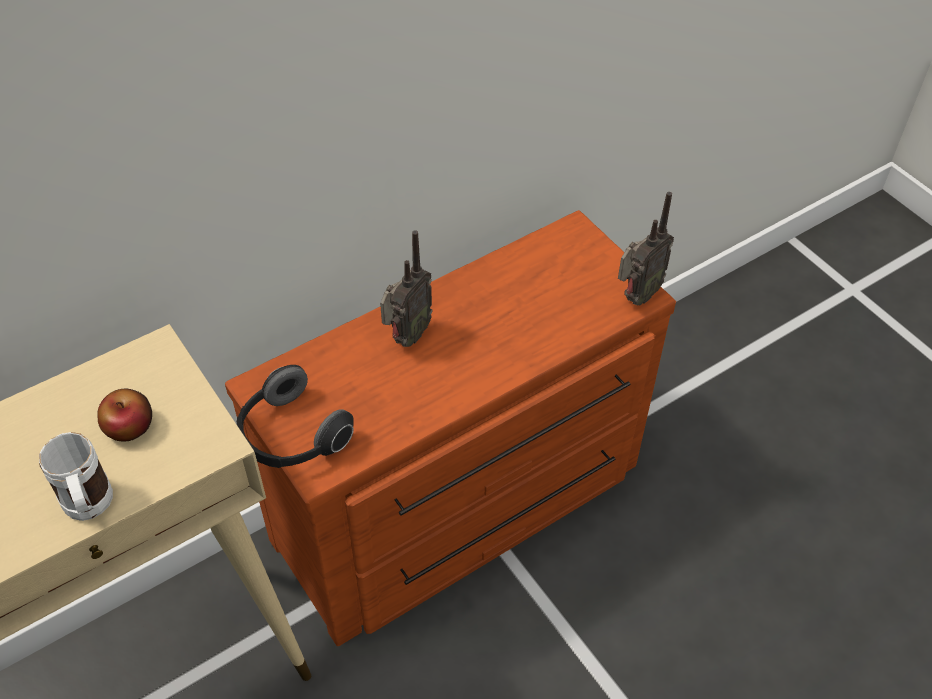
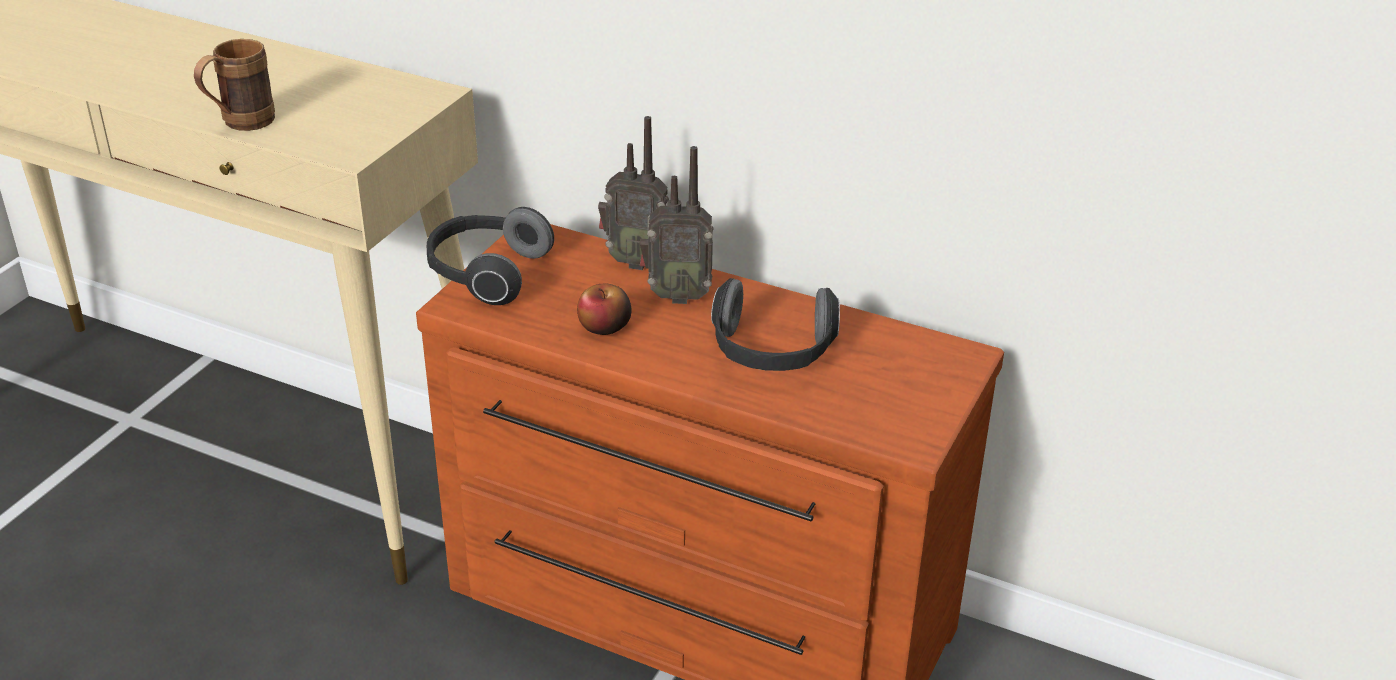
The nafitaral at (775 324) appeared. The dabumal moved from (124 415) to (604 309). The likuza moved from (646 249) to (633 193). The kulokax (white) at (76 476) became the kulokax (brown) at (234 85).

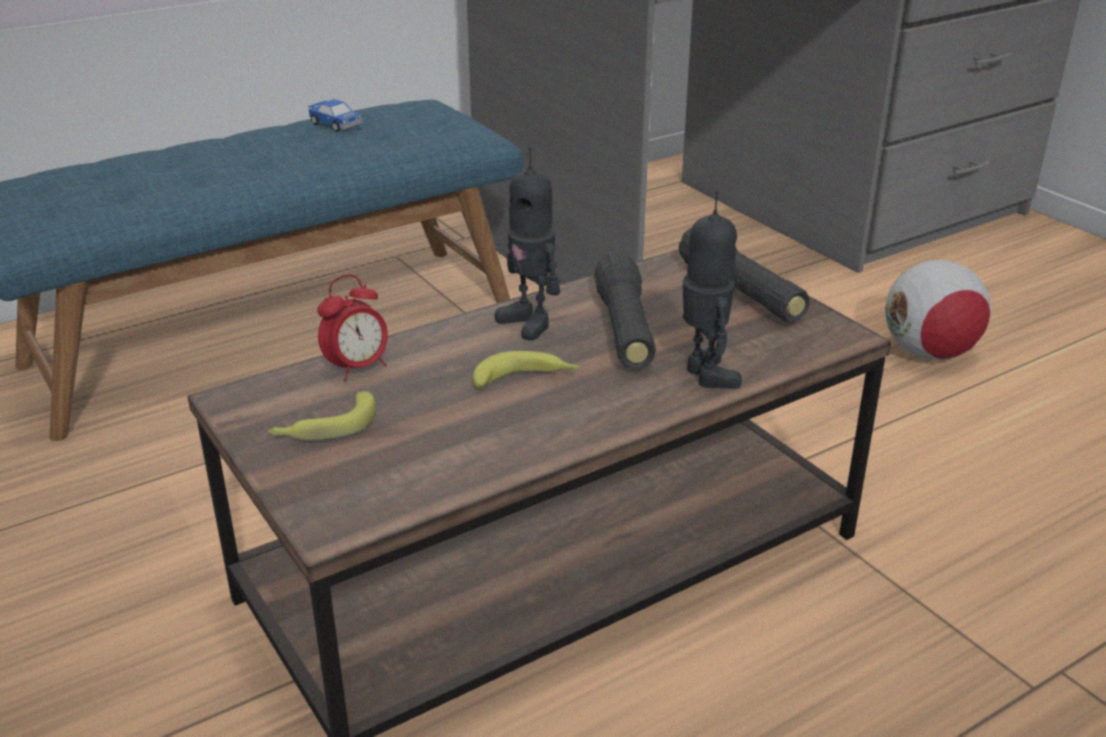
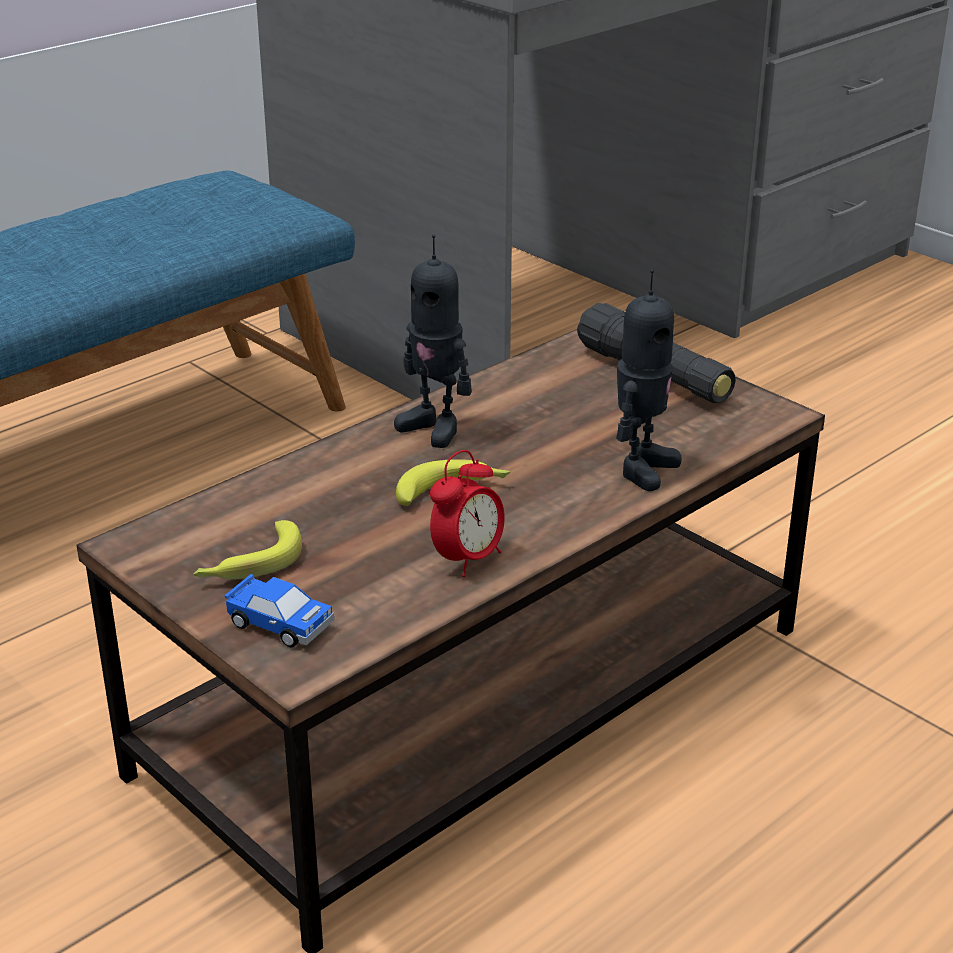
The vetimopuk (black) at (625 311) disappeared. The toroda at (938 310) disappeared. The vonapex moved from (335 115) to (279 611). The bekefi moved from (352 328) to (467 513). The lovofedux at (712 289) turned 60 degrees clockwise.

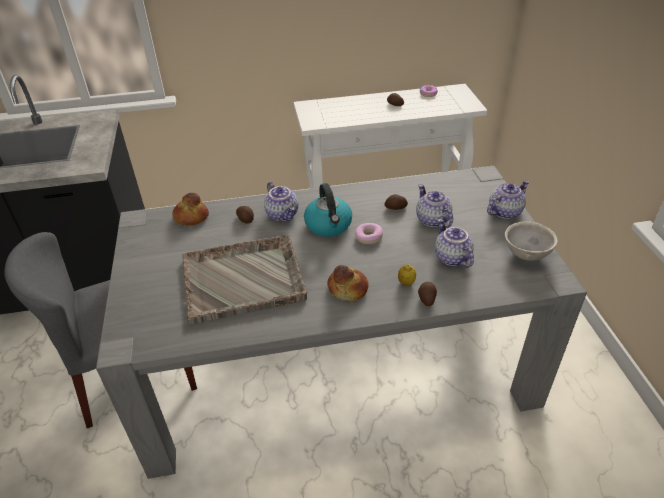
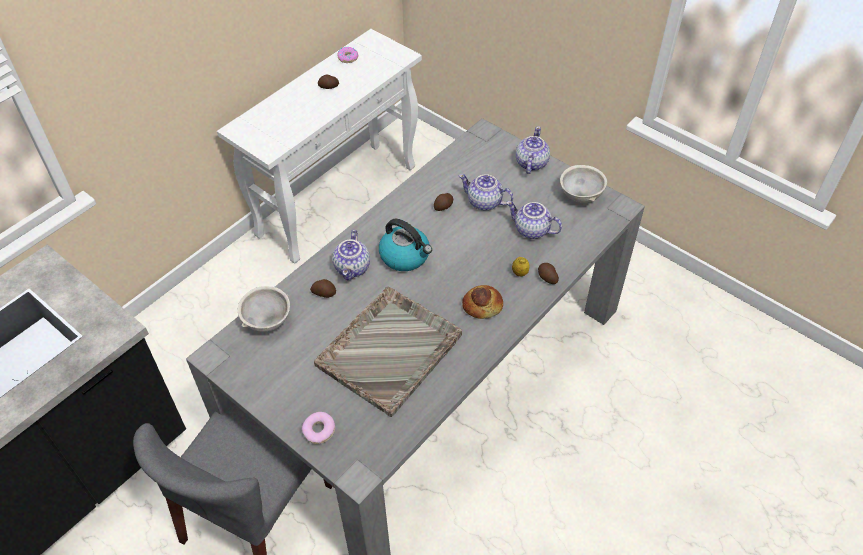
The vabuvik moved from (369 233) to (318 428). The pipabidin at (190 209) was replaced by the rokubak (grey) at (264 309). The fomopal at (281 201) turned 75 degrees clockwise.

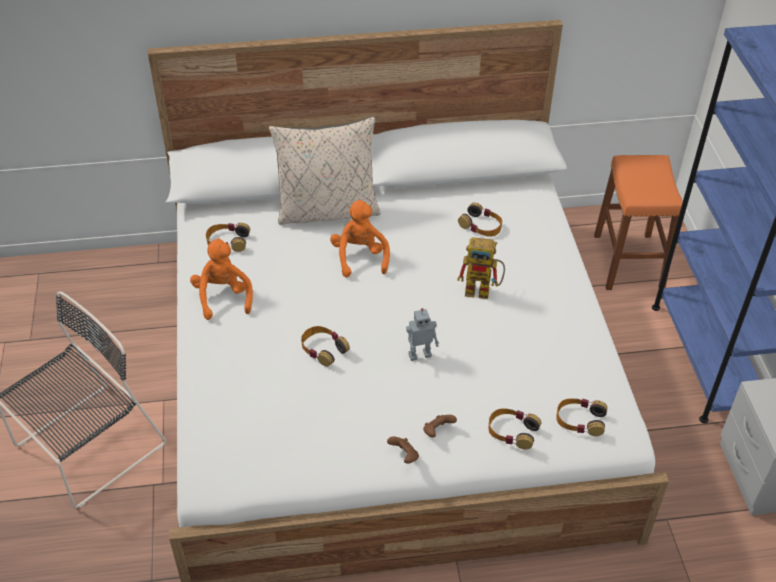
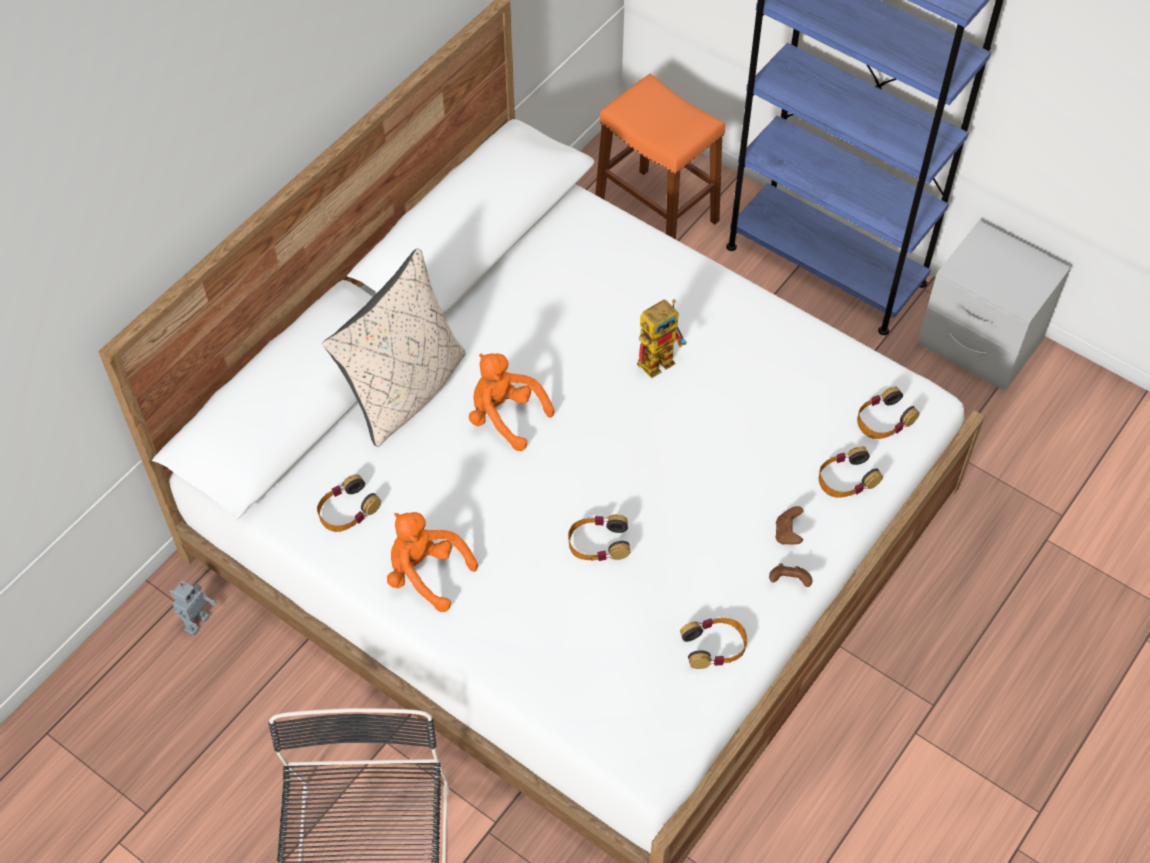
The lovofedux moved from (422 334) to (193 608). The nafitaral moved from (480 220) to (713 643).

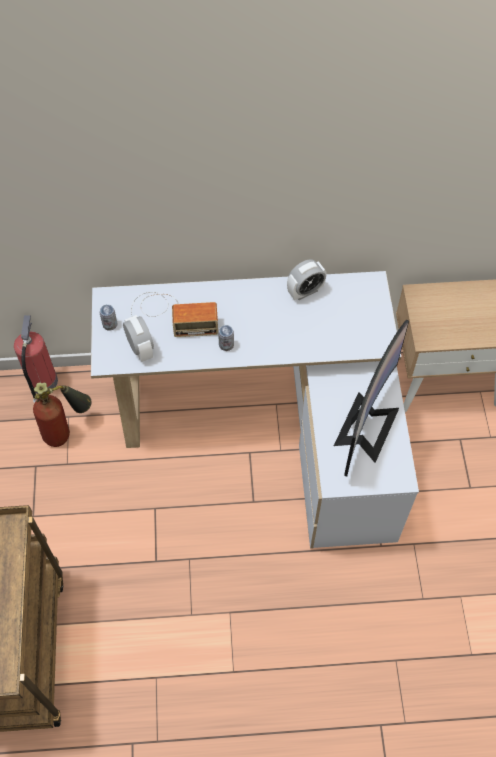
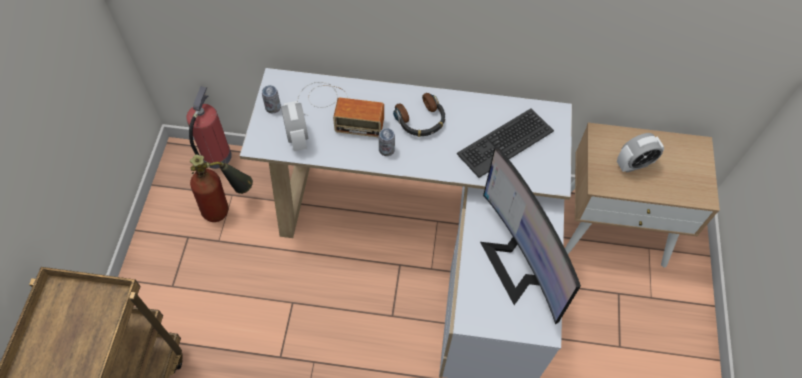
The nafitaral at (419 115) appeared. The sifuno at (505 143) appeared. The bekefi moved from (307 279) to (640 153). The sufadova at (371 398) turned 120 degrees clockwise.

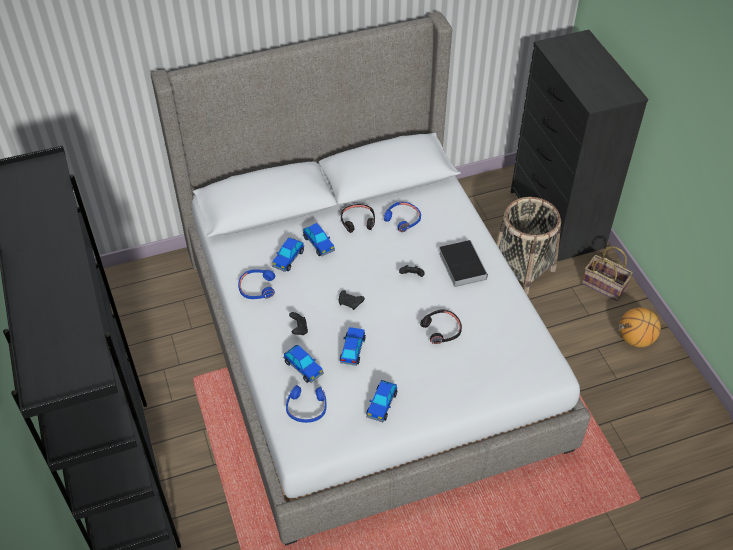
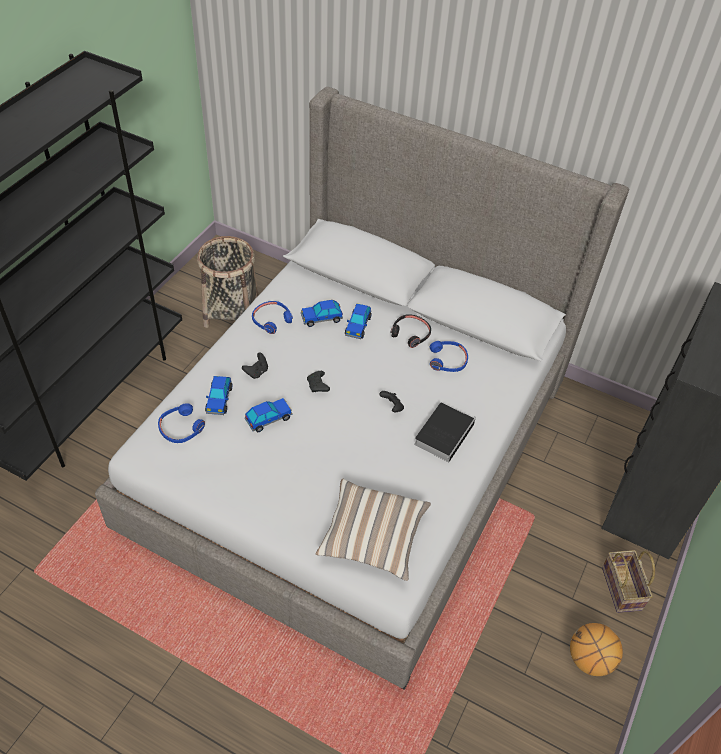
The vonapex at (381 401) disappeared. The nafitaral (black) at (441 326) disappeared. The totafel at (373 530) appeared. The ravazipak moved from (528 245) to (227 282).

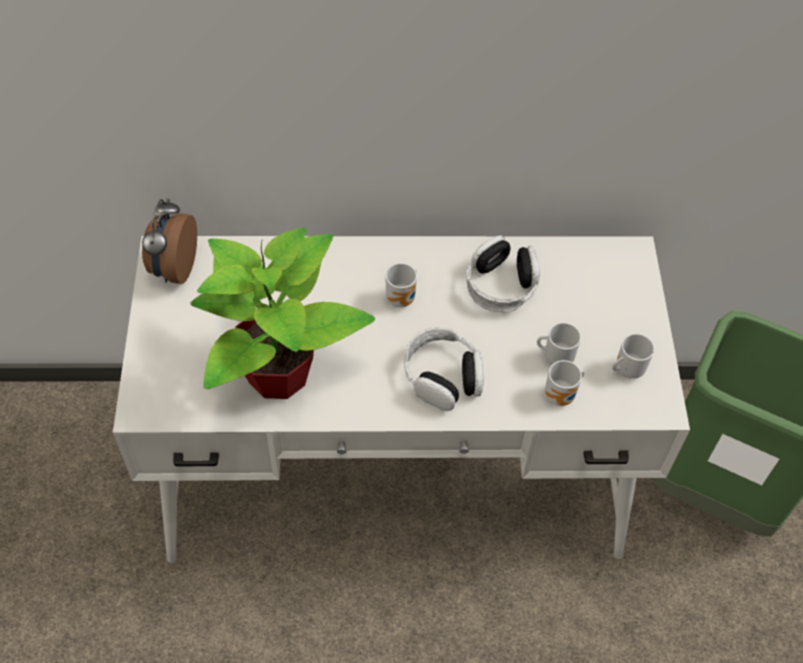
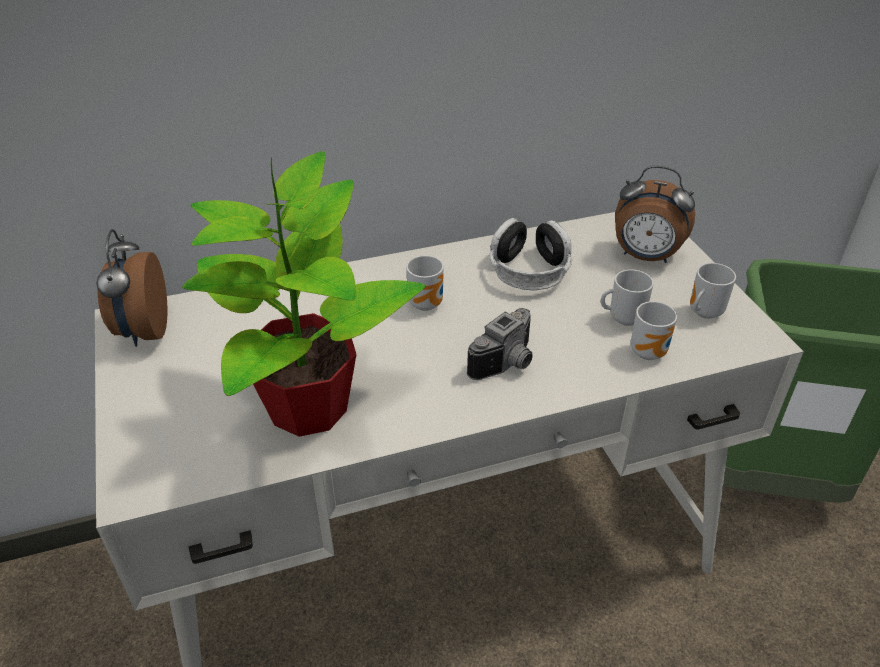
The bekefi at (655 214) appeared. The nafitaral at (444 369) was replaced by the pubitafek at (500 344).

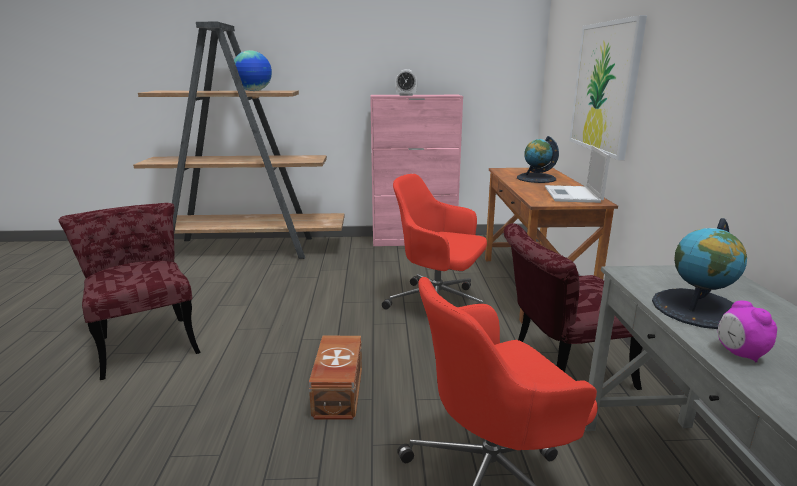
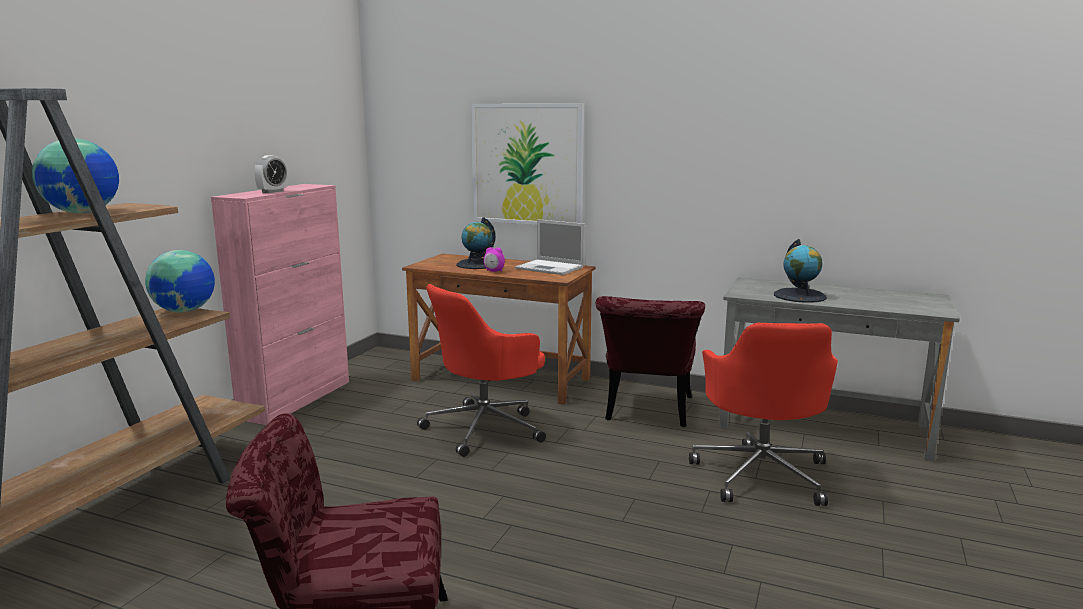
The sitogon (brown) at (335 378) disappeared. The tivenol at (180 281) appeared. The bekefi moved from (747 331) to (494 259).

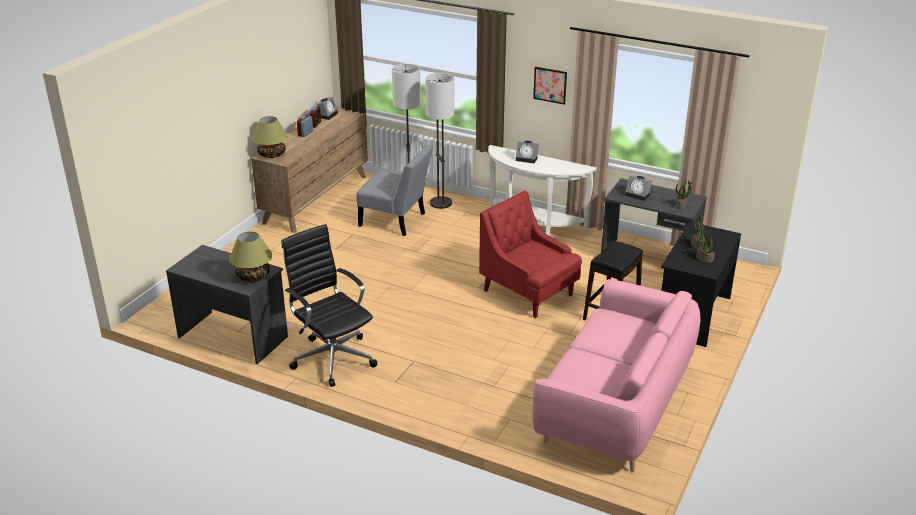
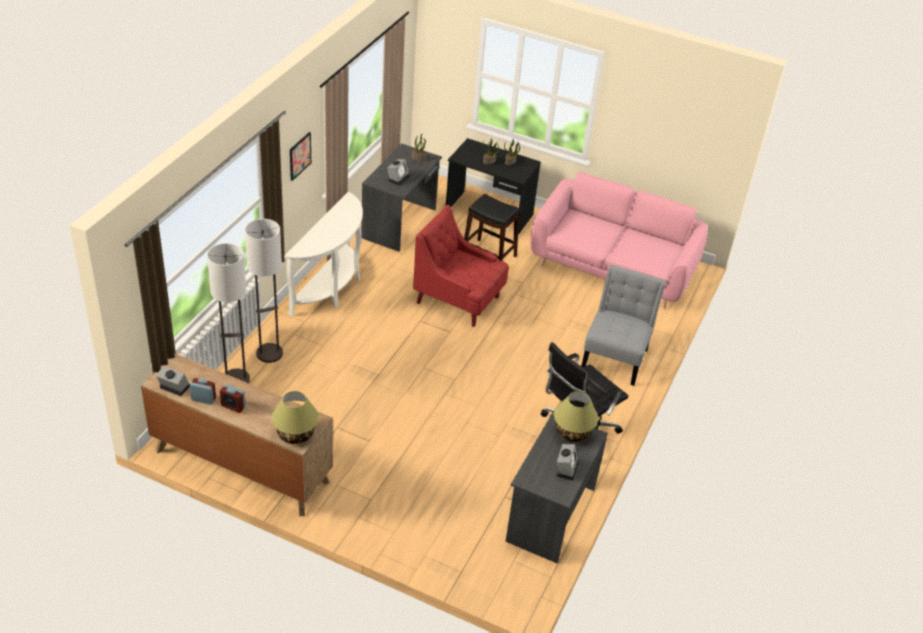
The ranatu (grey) moved from (394 190) to (623 325). The bekefi moved from (527 152) to (568 462). The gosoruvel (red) at (530 254) turned 75 degrees clockwise.

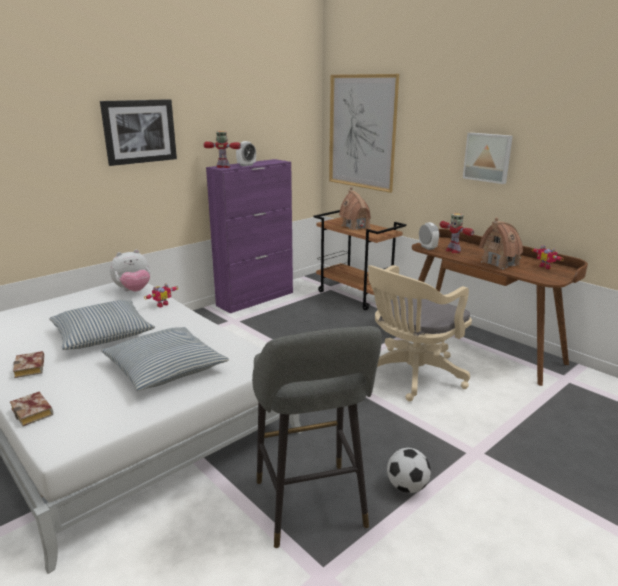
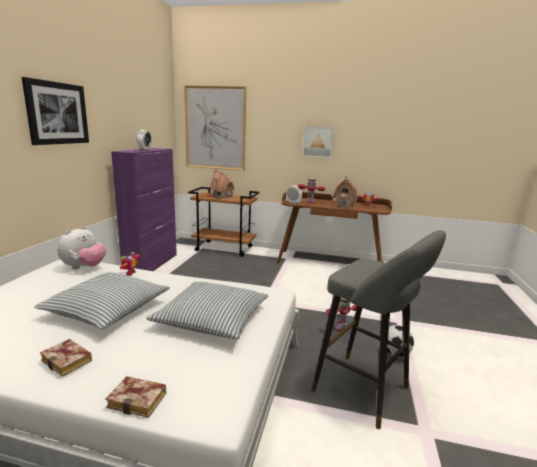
The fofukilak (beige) at (420 333) disappeared. The lovofedux moved from (222 149) to (341 314).

